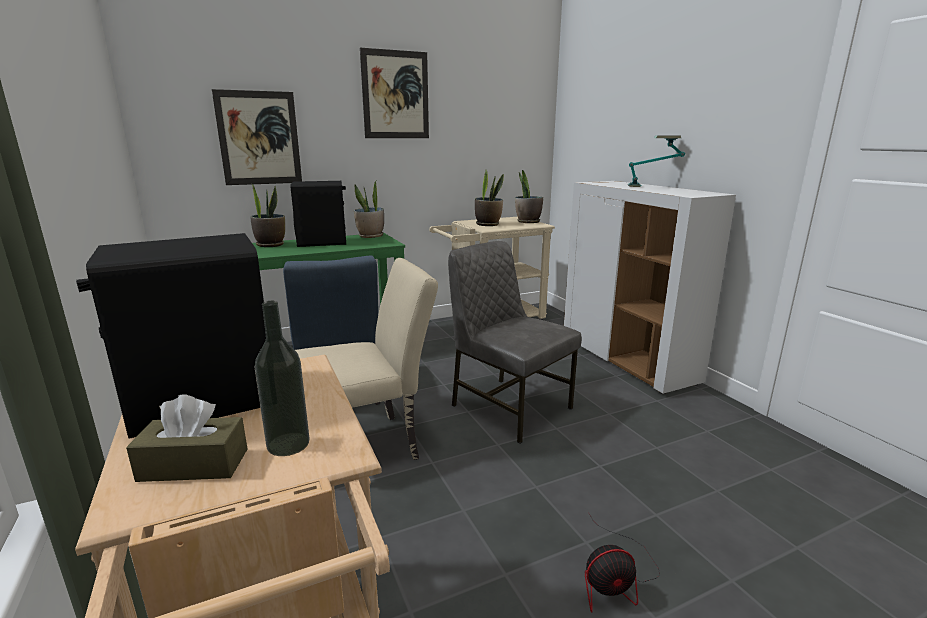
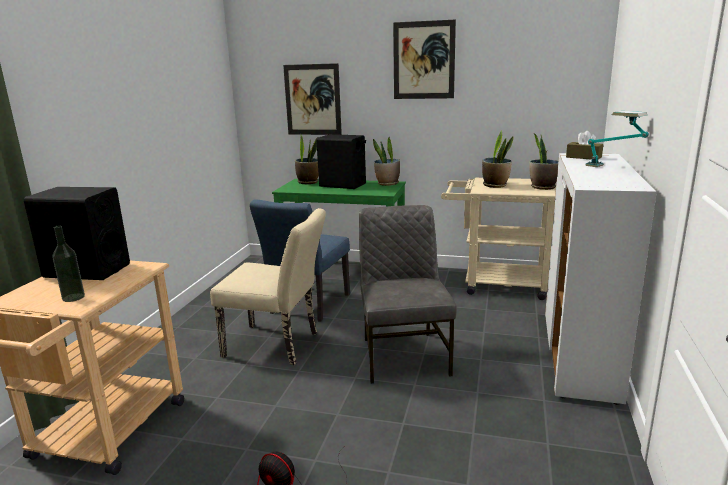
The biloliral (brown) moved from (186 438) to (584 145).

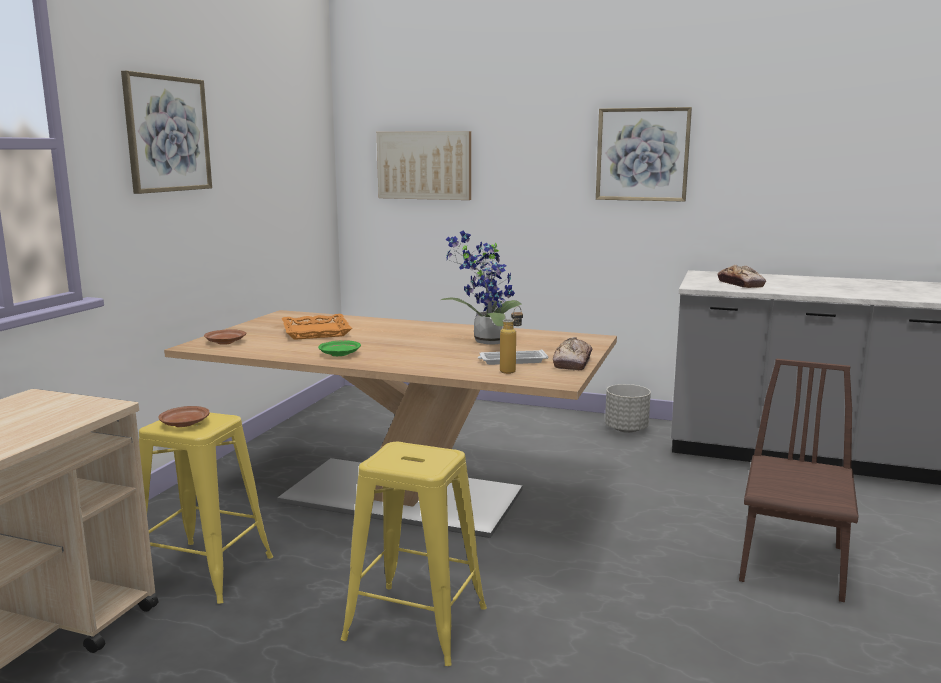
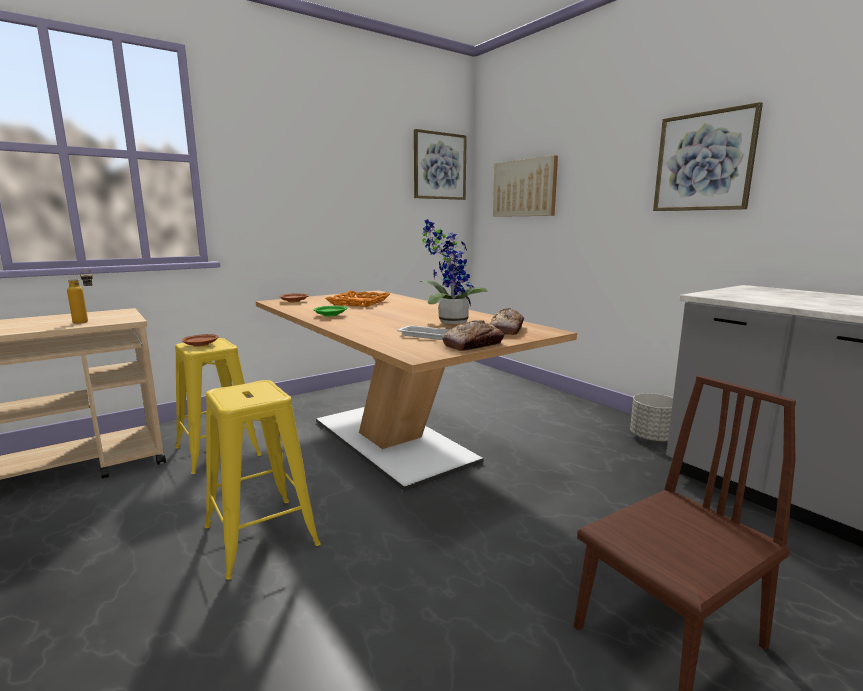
The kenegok moved from (166 132) to (440 164). The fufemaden moved from (511 340) to (80 297). The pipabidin moved from (741 276) to (507 321).

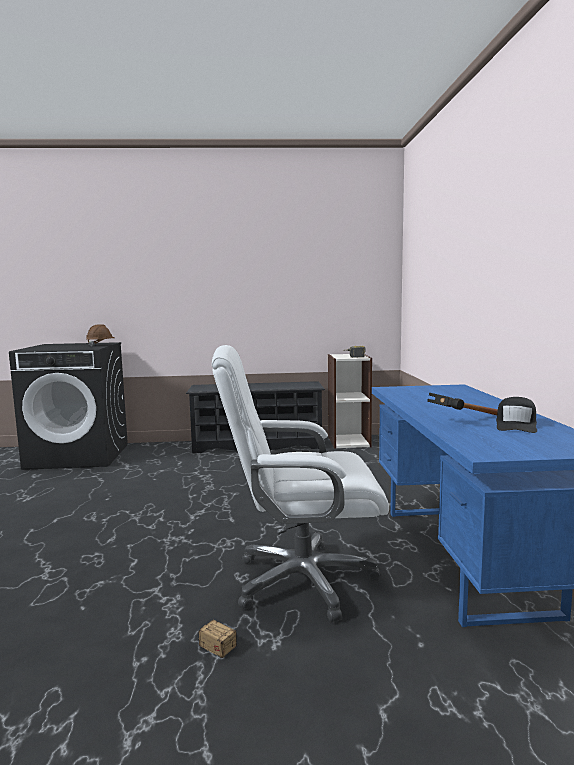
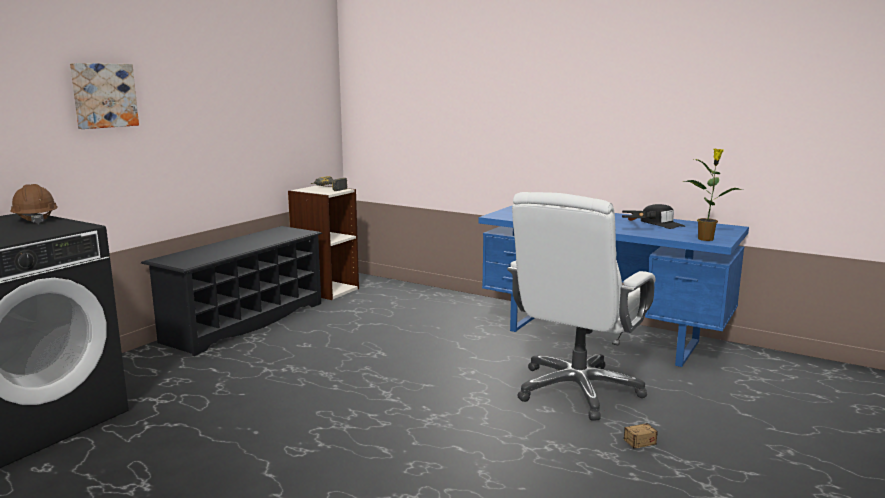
The kenegok at (104 96) appeared. The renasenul at (713 194) appeared.

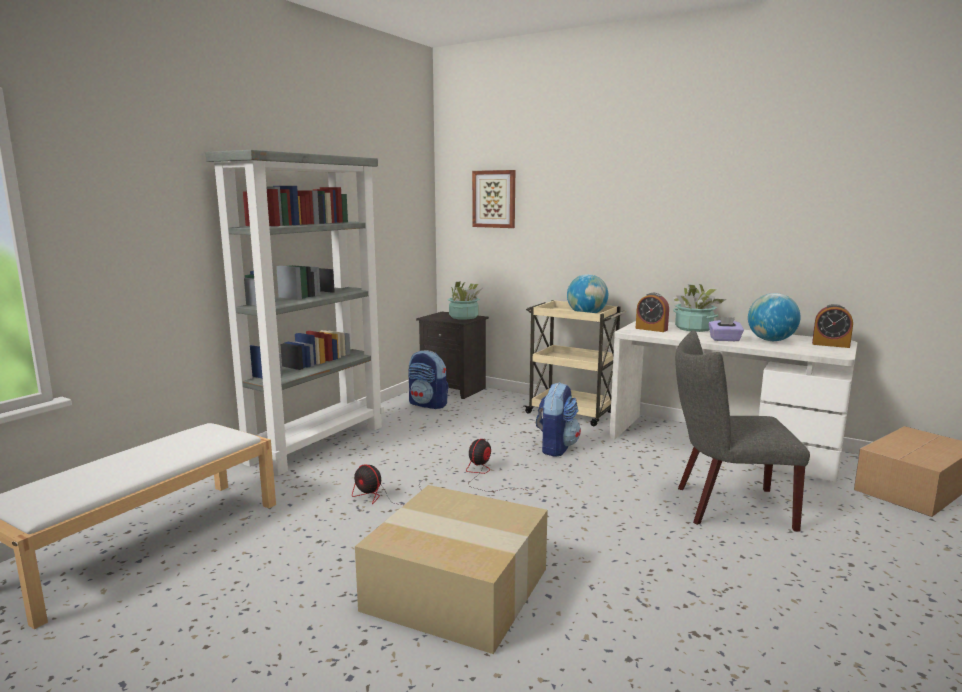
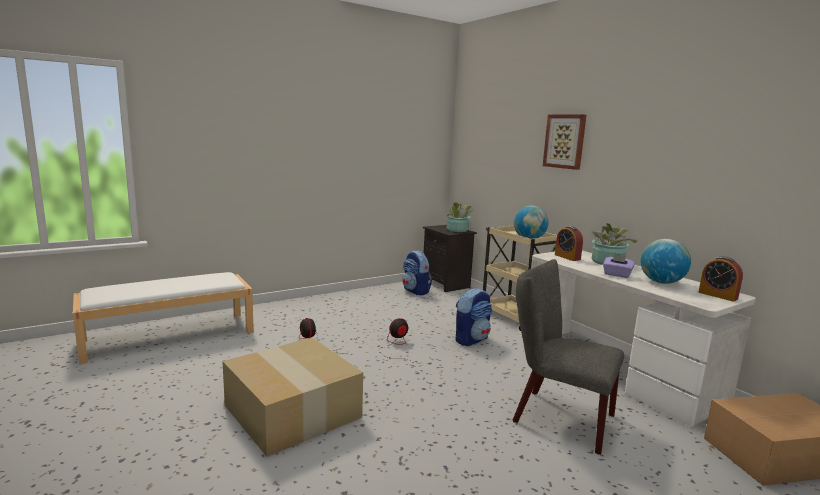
The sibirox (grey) at (294 313) disappeared. The kenegok moved from (493 199) to (564 142).

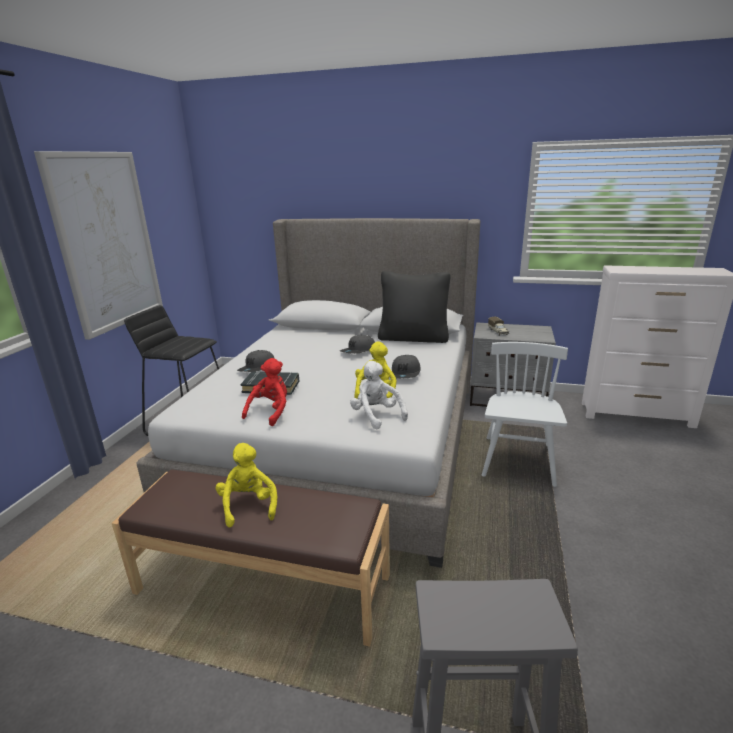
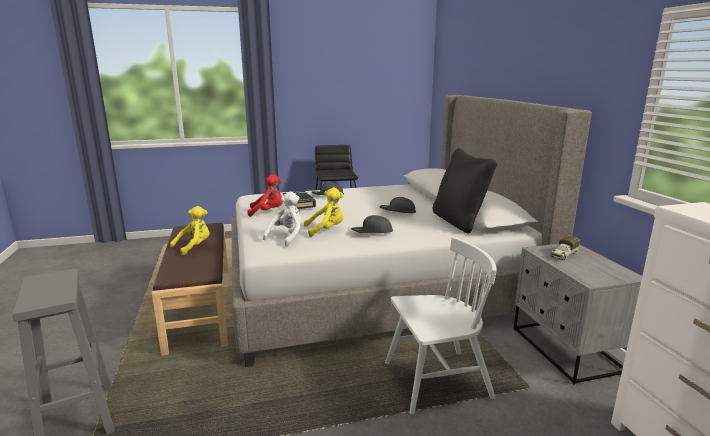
The kenegok at (98 245) disappeared.

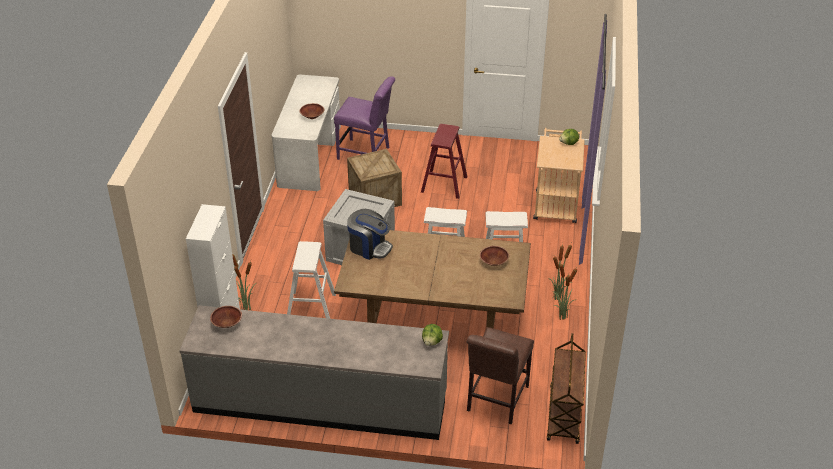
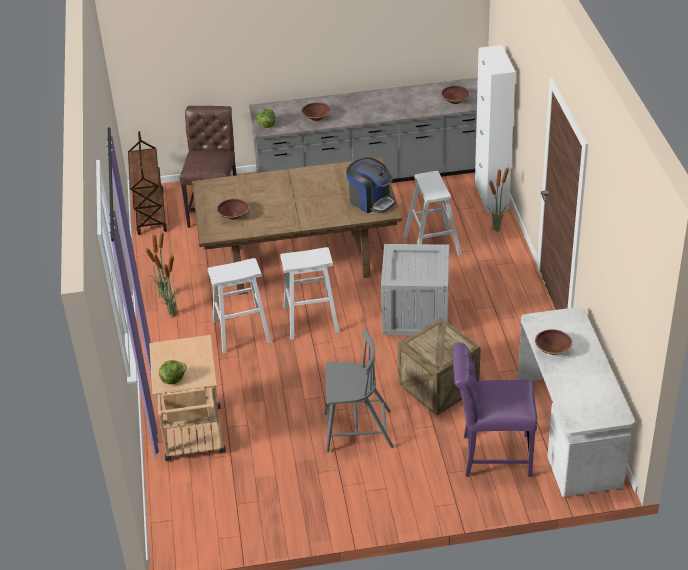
The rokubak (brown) at (316 111) appeared. The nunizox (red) at (444 161) was replaced by the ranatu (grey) at (359 391). The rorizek at (370 234) turned 150 degrees counterclockwise.

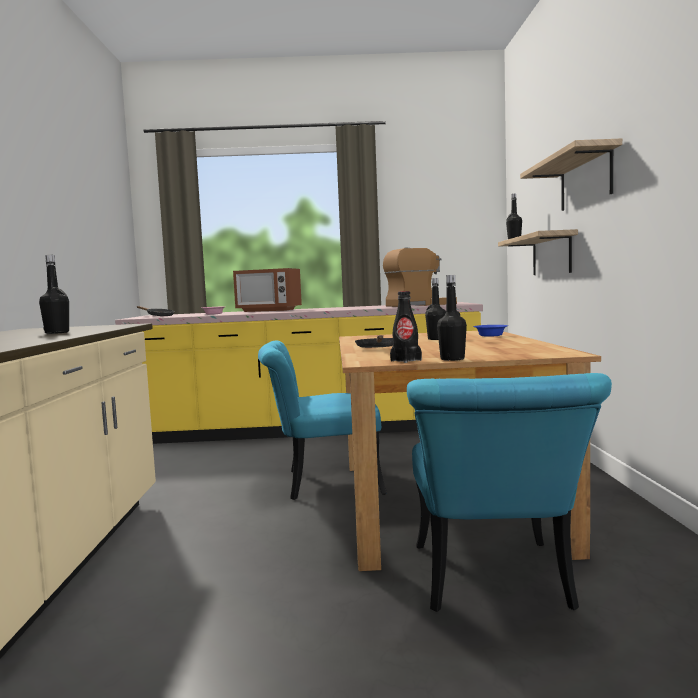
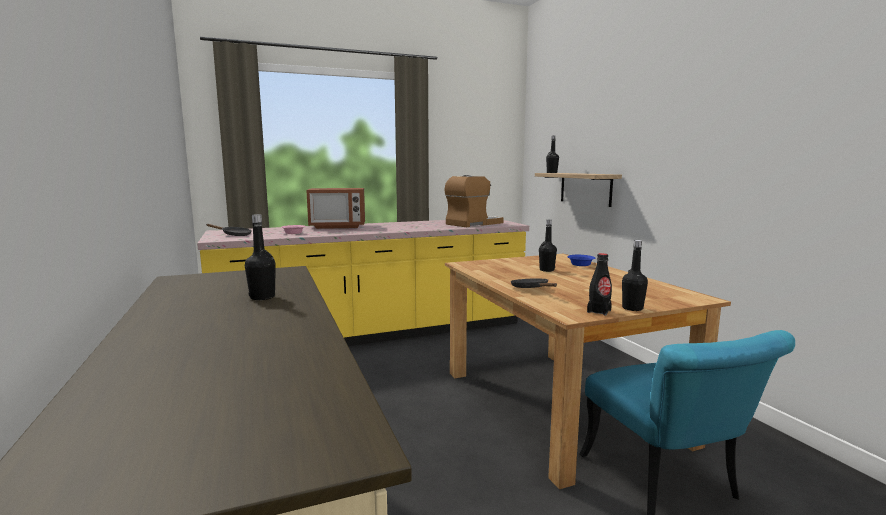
The ranatu (turquoise) at (322 420) disappeared. The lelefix at (571 174) disappeared.

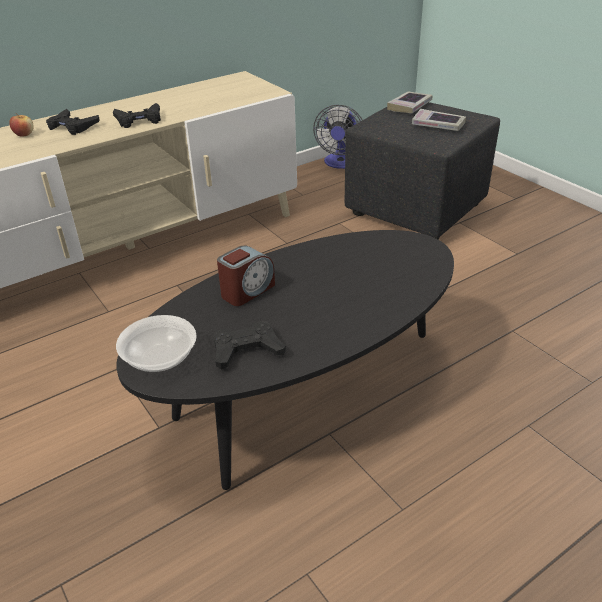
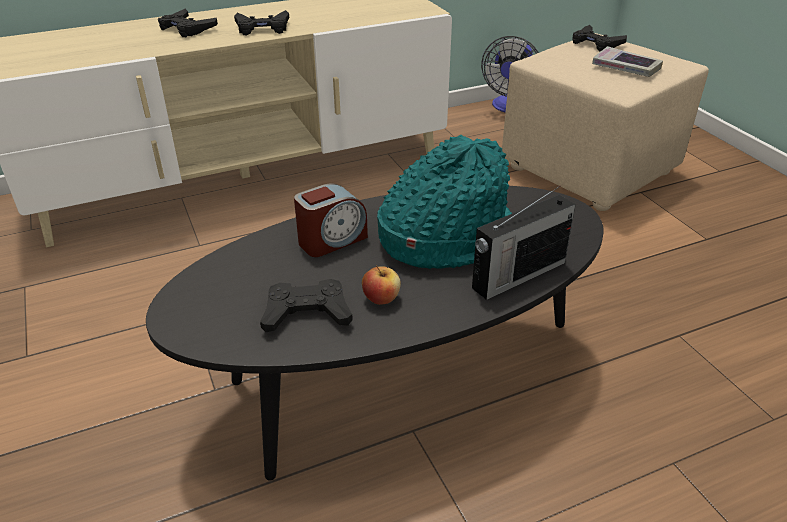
The rokubak at (156 343) disappeared. The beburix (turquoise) at (444 202) appeared. The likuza at (524 243) appeared. The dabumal moved from (21 125) to (381 285). The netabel at (409 102) was replaced by the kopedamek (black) at (599 38). The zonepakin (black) at (422 170) became the zonepakin (beige) at (605 122).

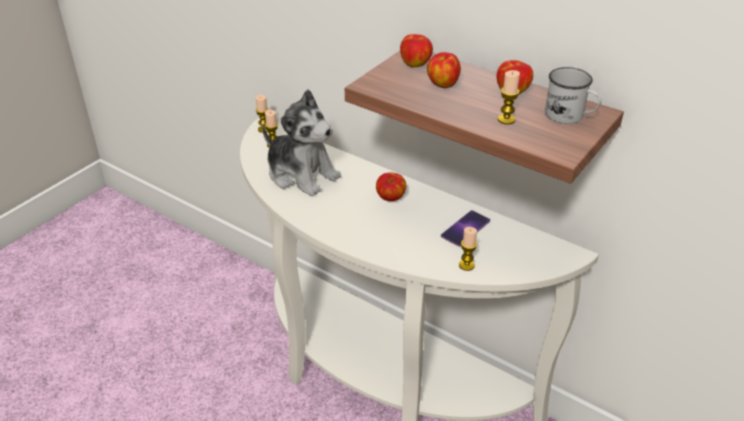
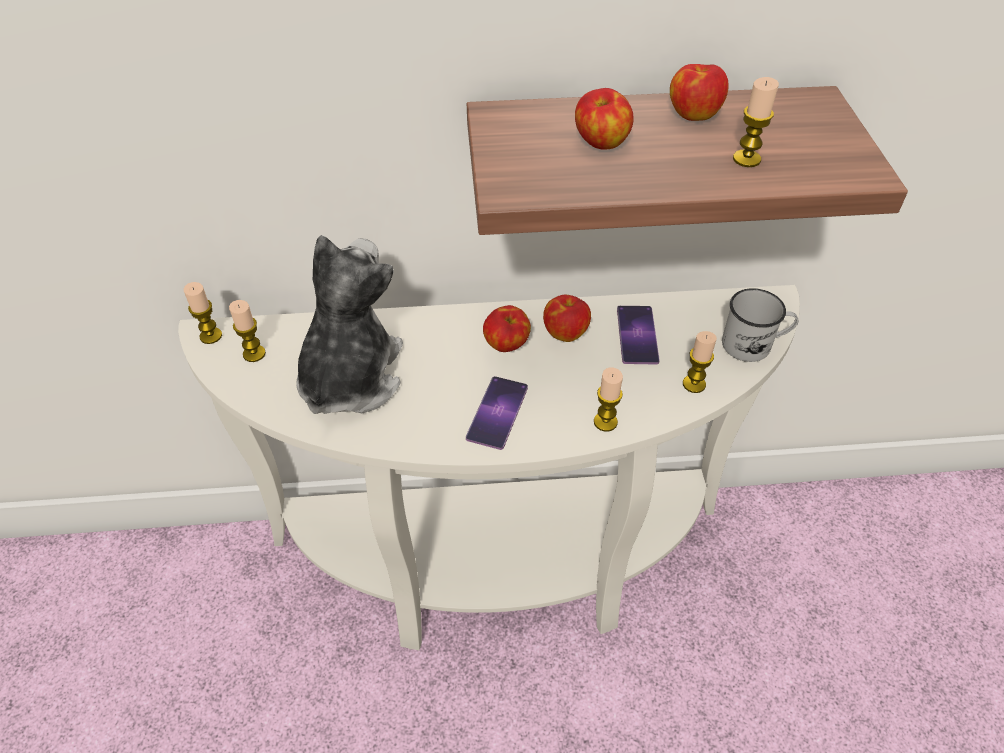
The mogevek at (497 413) appeared. The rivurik at (608 399) appeared. The dabumal moved from (416 50) to (567 318). The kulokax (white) moved from (573 95) to (760 325). The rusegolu at (301 143) turned 75 degrees counterclockwise.

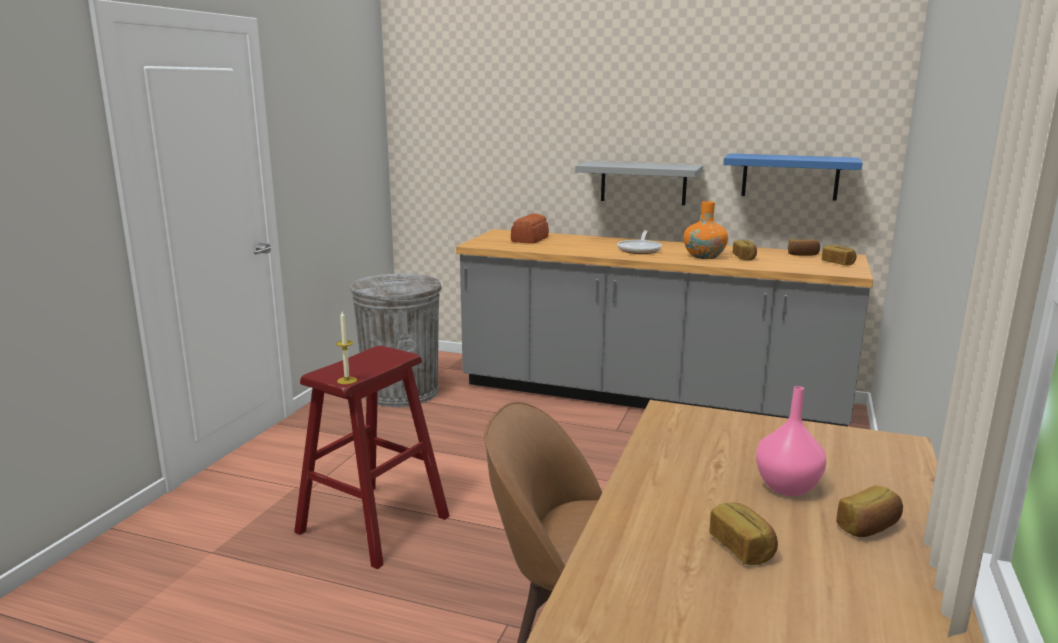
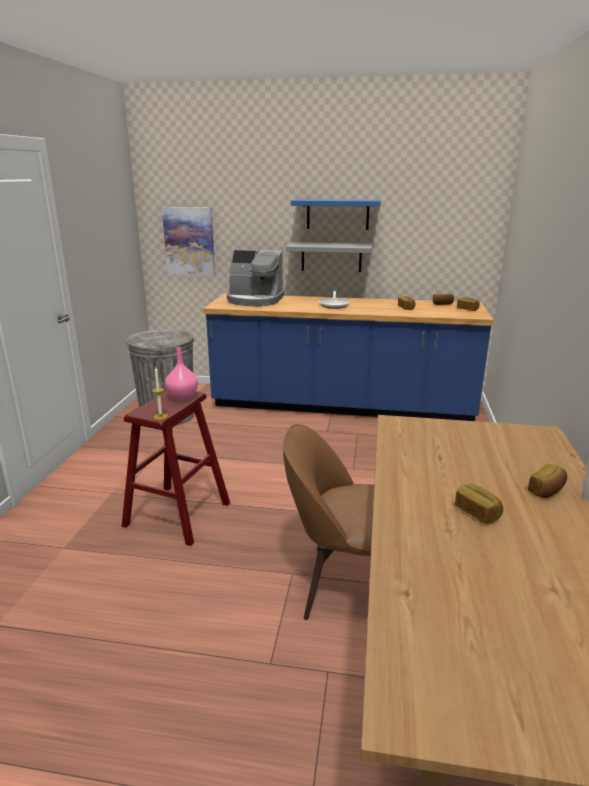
The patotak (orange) at (705 230) disappeared. The kenegok at (188 241) appeared. The lelefix (blue) moved from (792 177) to (336 214). The patotak (pink) moved from (791 441) to (181 374). The pipabidin at (530 228) was replaced by the rorizek at (255 277). The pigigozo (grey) at (664 328) became the pigigozo (blue) at (348 357).

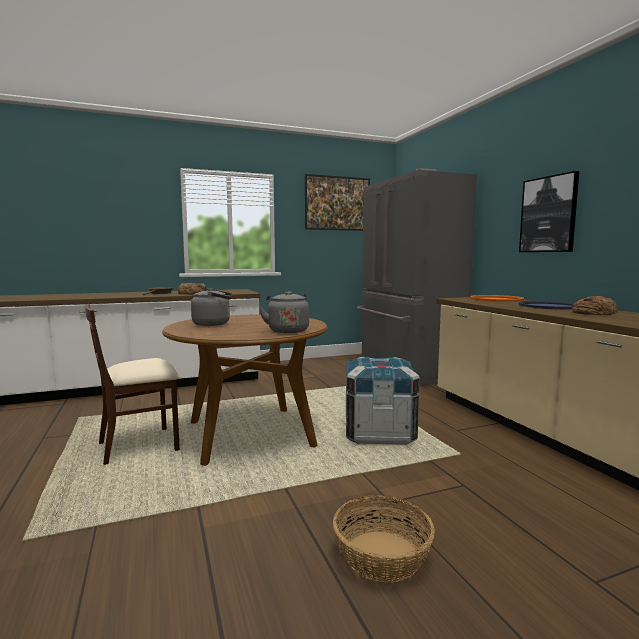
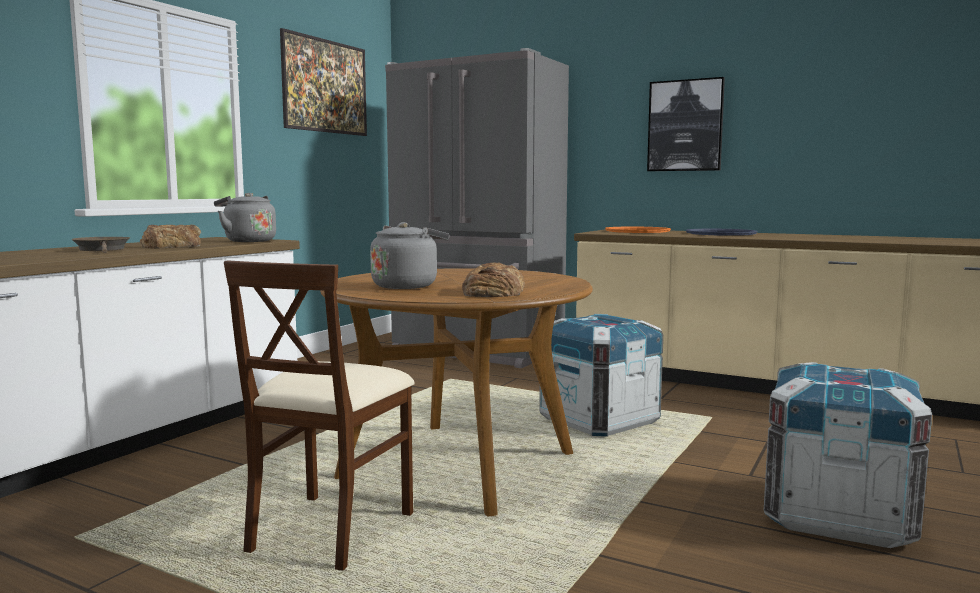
The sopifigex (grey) moved from (284 312) to (245 217). The pipabidin moved from (595 305) to (493 279). The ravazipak at (384 539) was replaced by the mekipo at (848 455).

